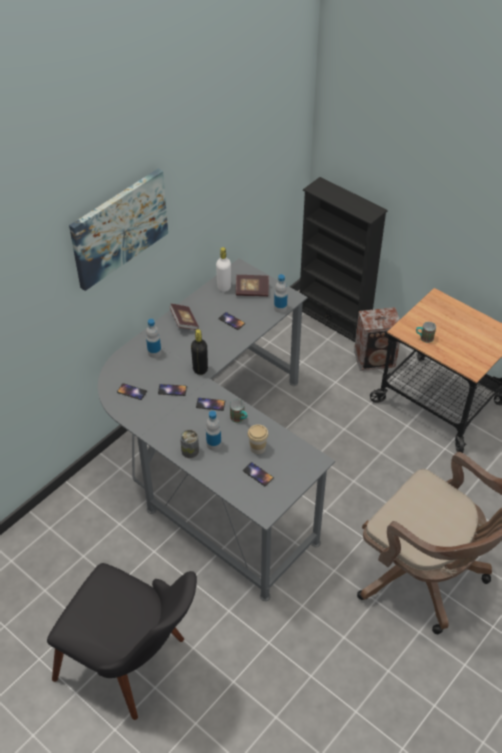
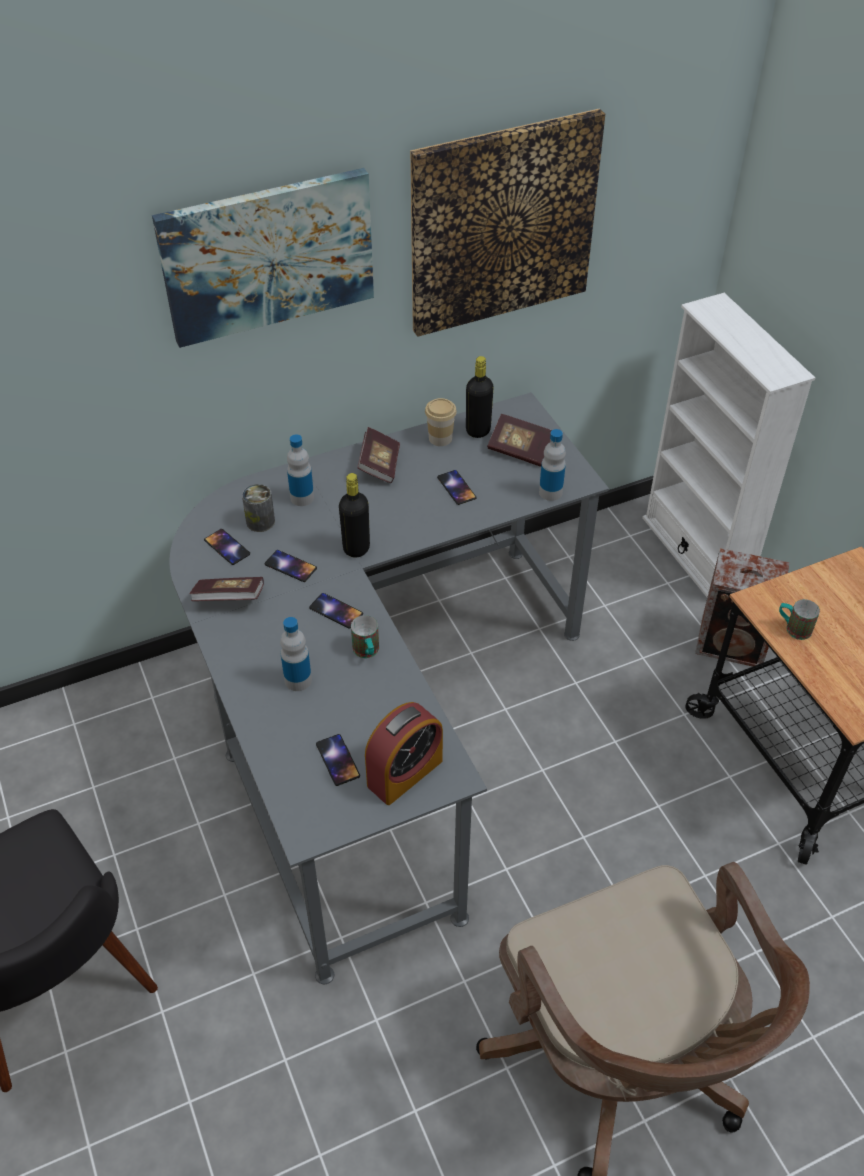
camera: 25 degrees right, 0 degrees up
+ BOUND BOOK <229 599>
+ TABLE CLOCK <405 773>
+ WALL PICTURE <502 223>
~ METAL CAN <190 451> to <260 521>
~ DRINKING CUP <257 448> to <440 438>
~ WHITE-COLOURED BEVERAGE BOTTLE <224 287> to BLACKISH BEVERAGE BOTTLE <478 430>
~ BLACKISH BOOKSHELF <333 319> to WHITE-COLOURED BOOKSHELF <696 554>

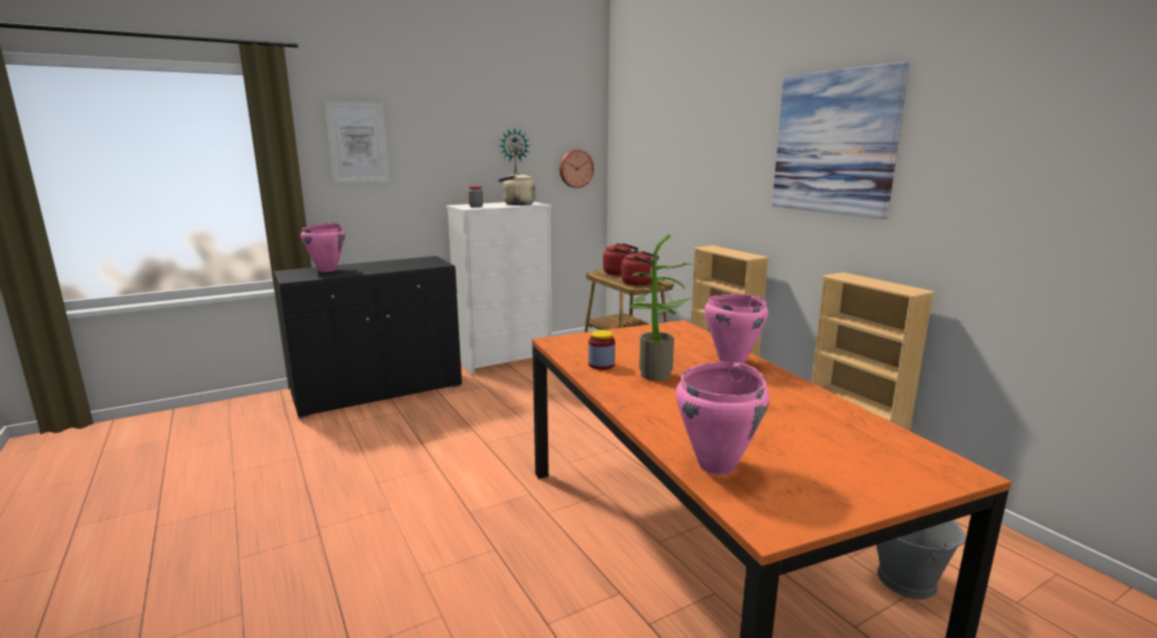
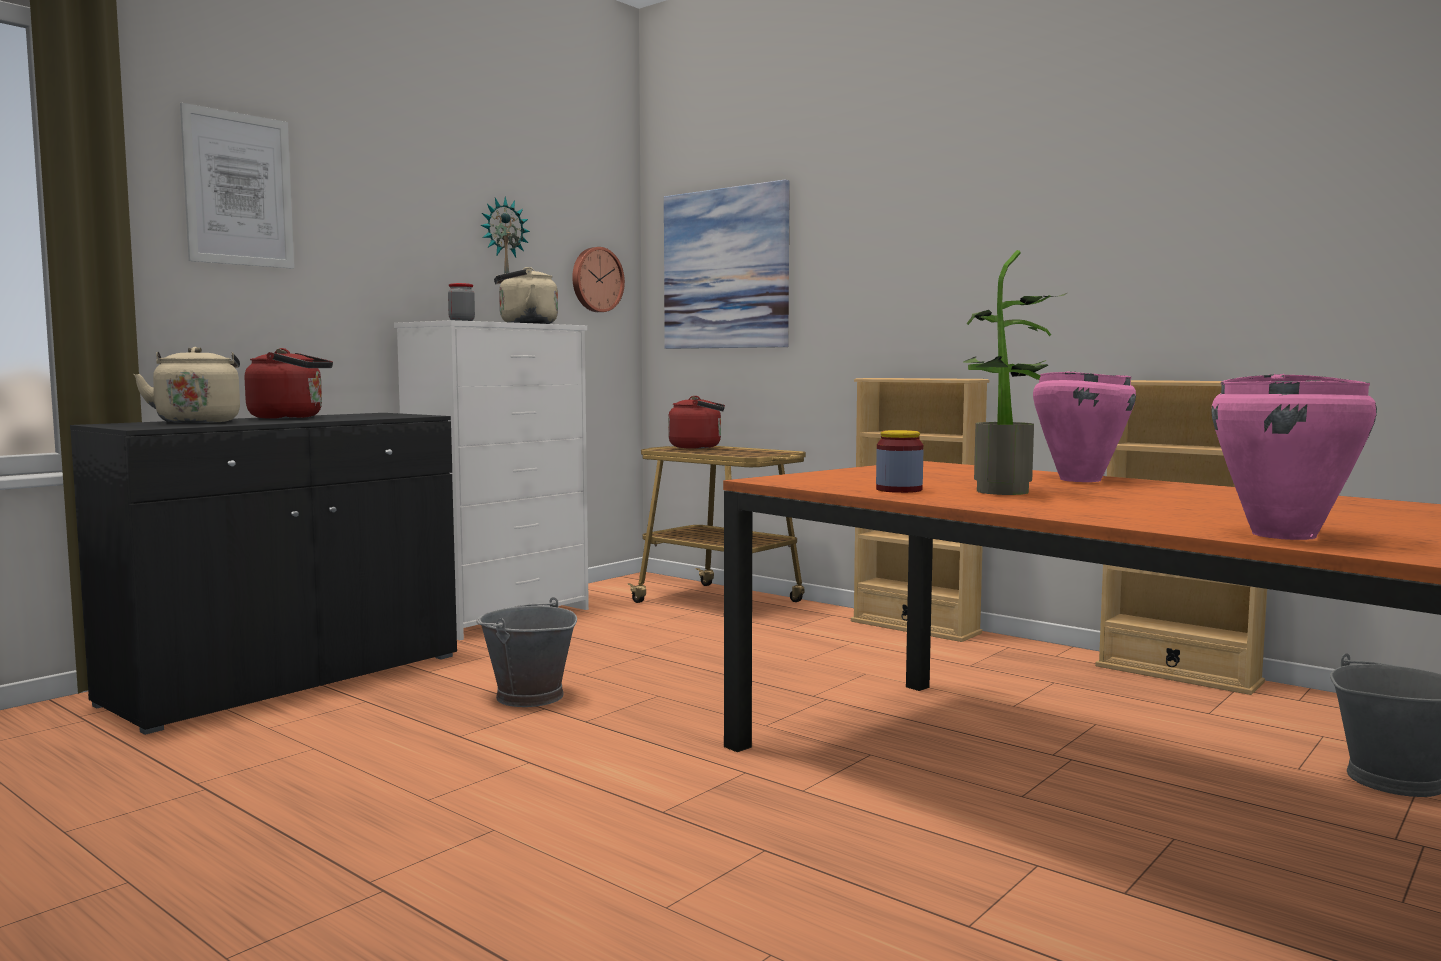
camera: 20 degrees left, 10 degrees down
+ GRAY WATER BUCKET <529 696>
~ RED WATER KETTLE <639 283> to <291 417>
~ WALL PICTURE <834 143> to <726 269>
~ PINKISH STOCKPOT <328 270> to SAND-COLOURED WATER KETTLE <198 422>

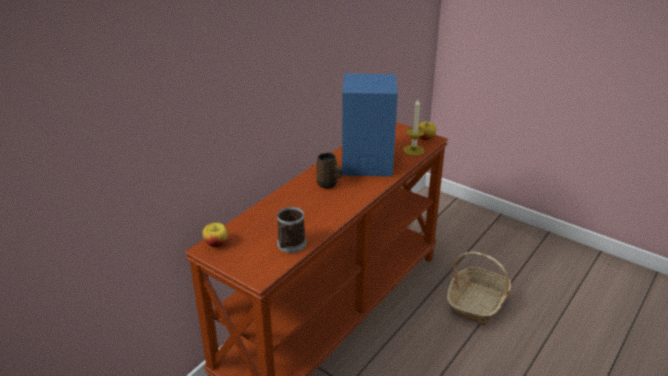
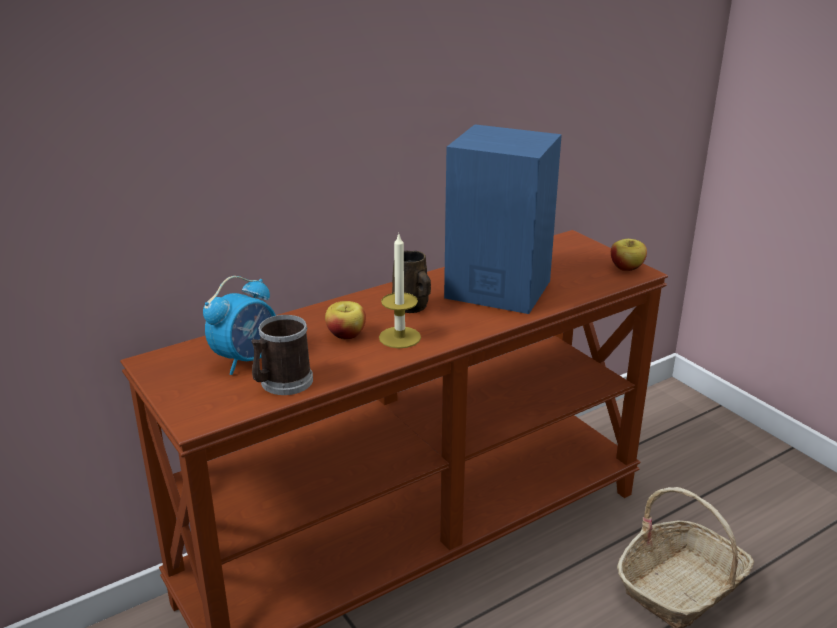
camera: 20 degrees right, 5 degrees down
+ TABLE CLOCK <246 359>
~ APPLE <216 243> to <346 335>
~ CANDLE <413 150> to <399 337>

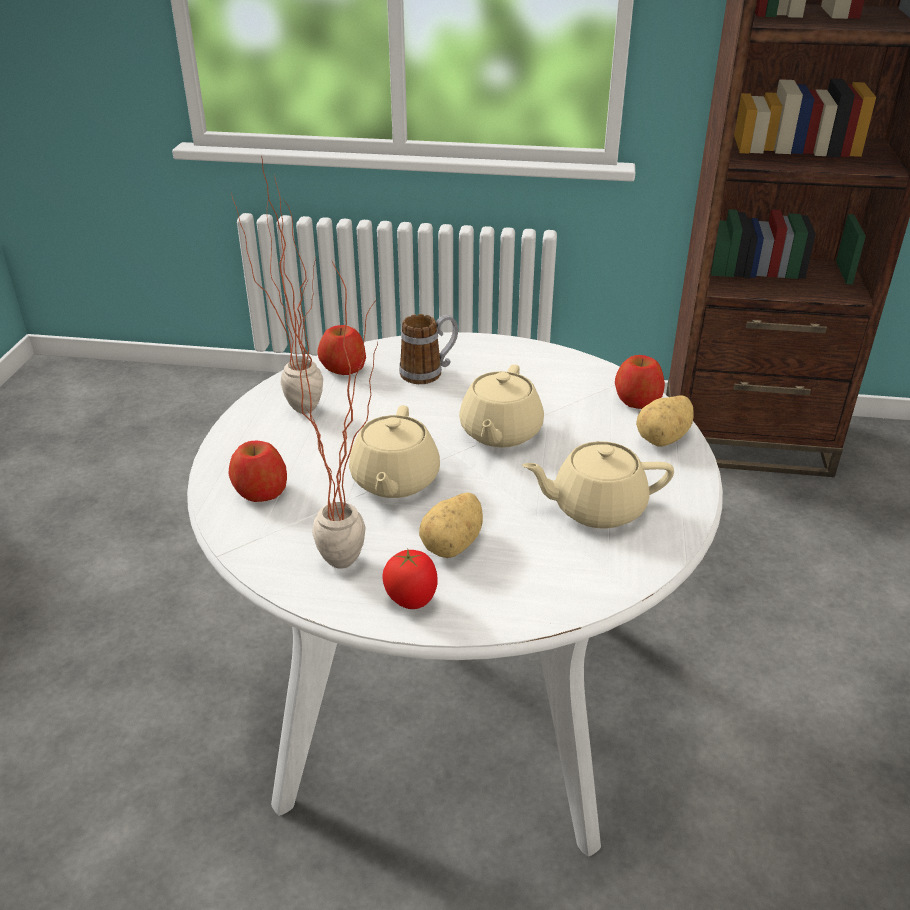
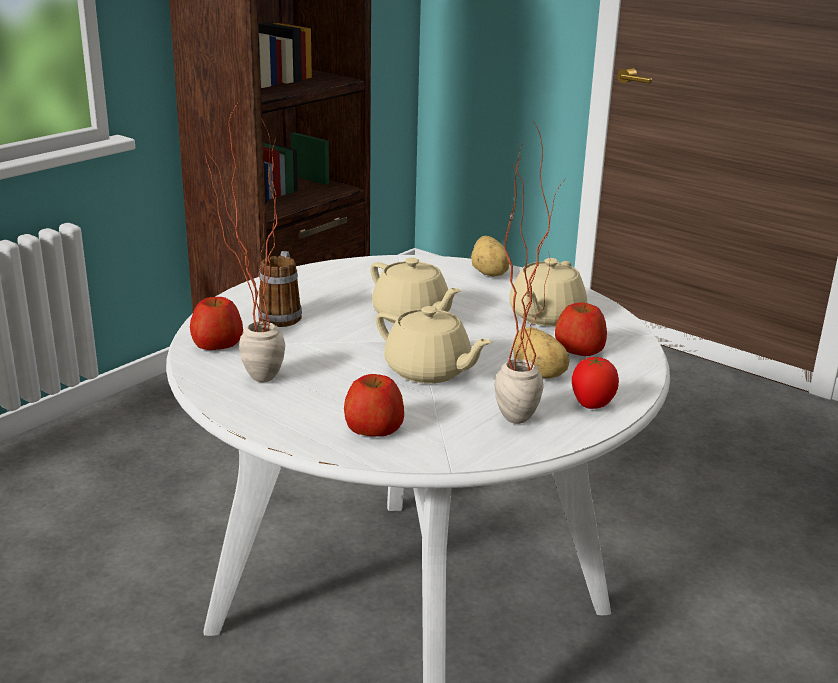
camera: 60 degrees left, 10 degrees down
~ APPLE <637 400> to <579 350>

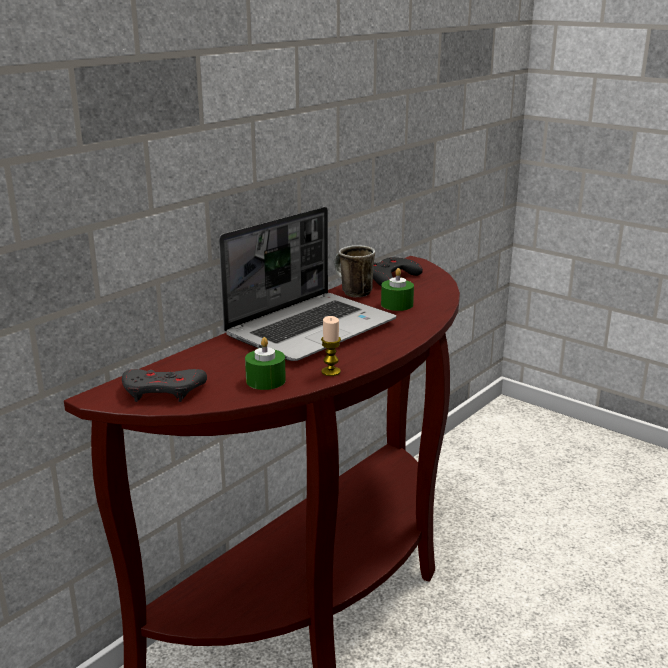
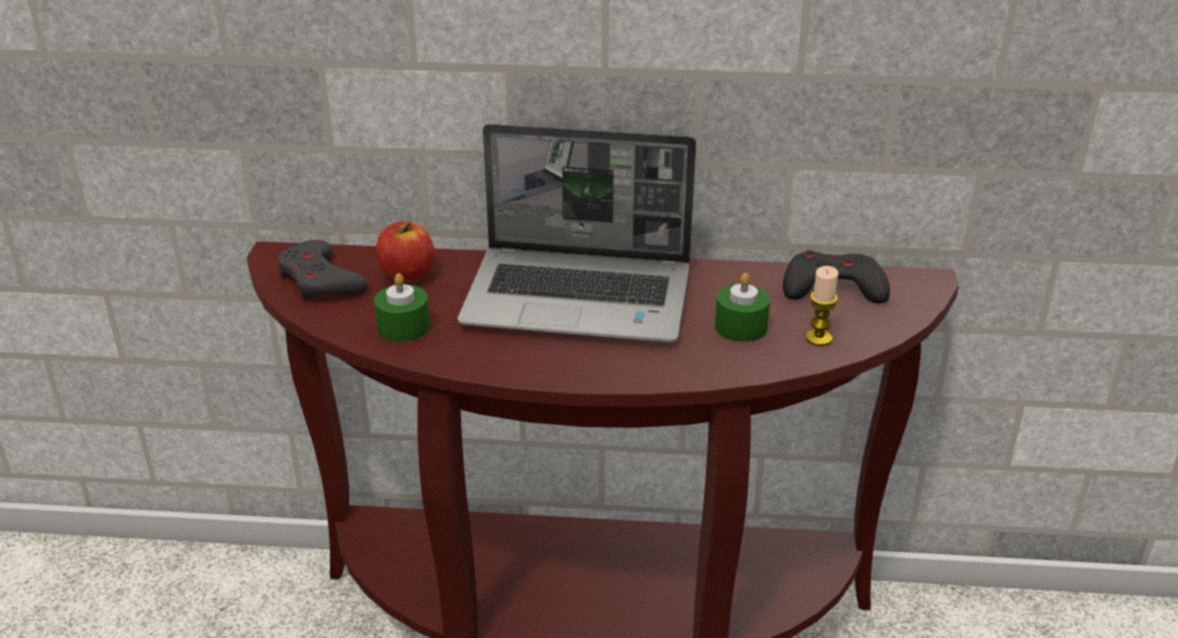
camera: 55 degrees right, 10 degrees up
- COFFEE MUG <351 292>
+ APPLE <407 274>
~ CANDLE <331 372> to <818 338>

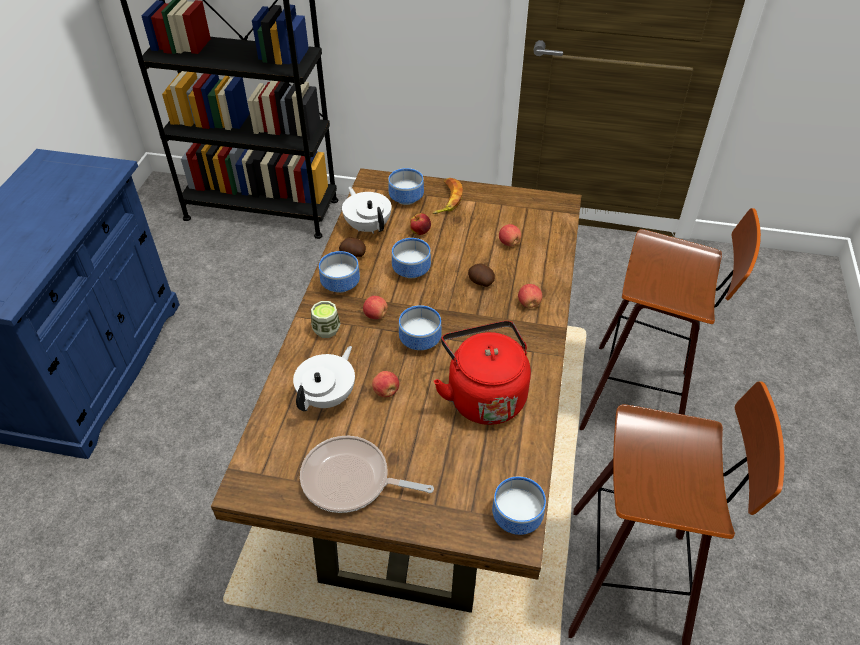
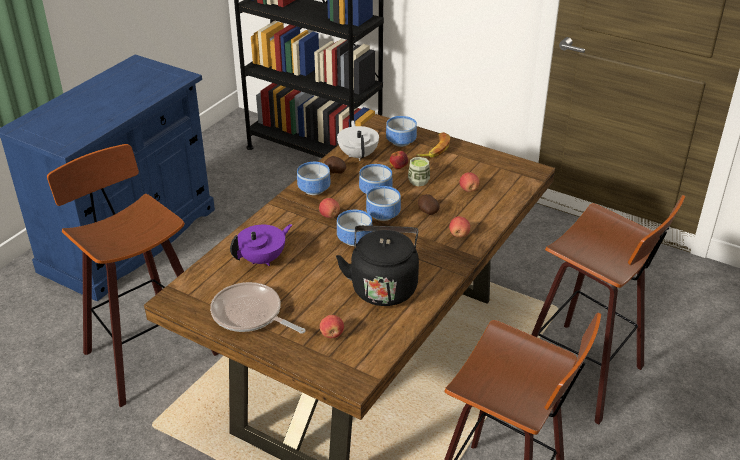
camera: 20 degrees right, 10 degrees down
+ STOOL <145 352>
~ DRINKING CUP <326 330> to <418 181>
~ APPLE <386 391> to <332 334>
~ DEEP DISH <514 517> to <381 215>
~ WHITE-COLOURED TEAPOT <328 396> to PURPLE TEAPOT <263 259>
~ RED WATER KETTLE <484 395> to BLACKISH WATER KETTLE <383 286>

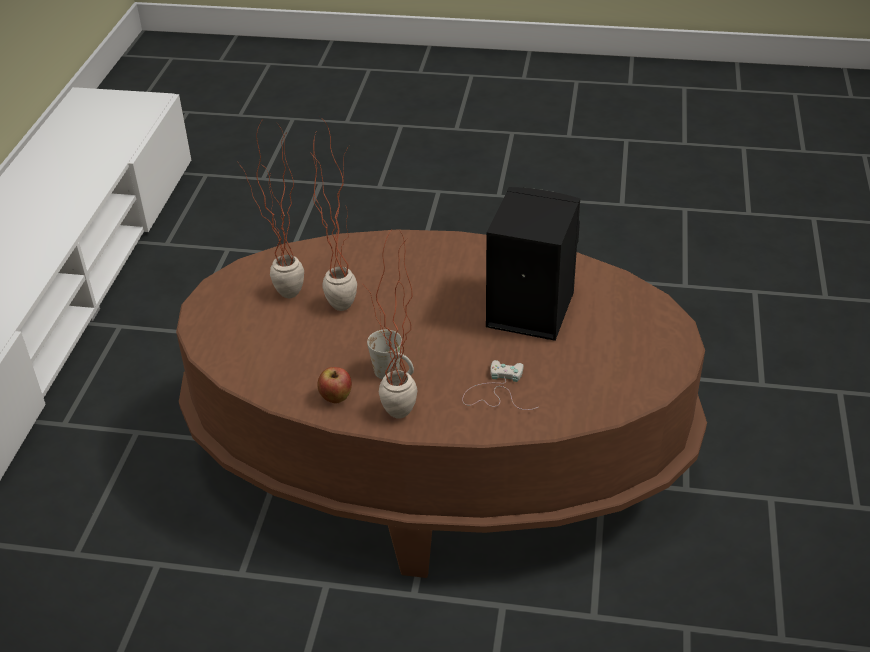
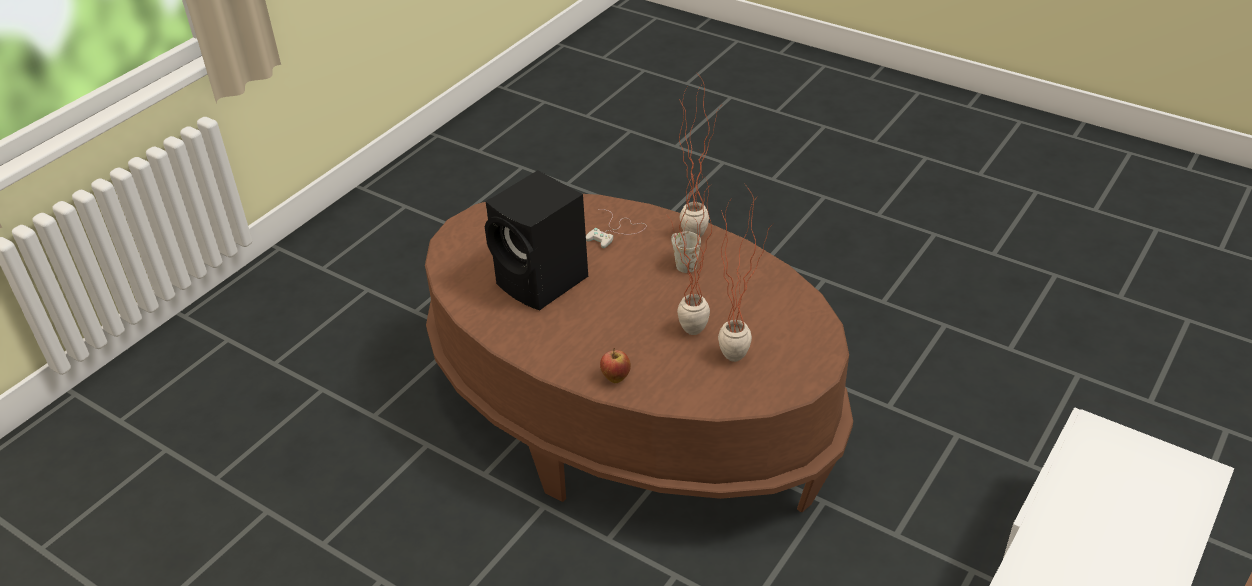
camera: 155 degrees left, 0 degrees up
~ APPLE <336 399> to <615 378>

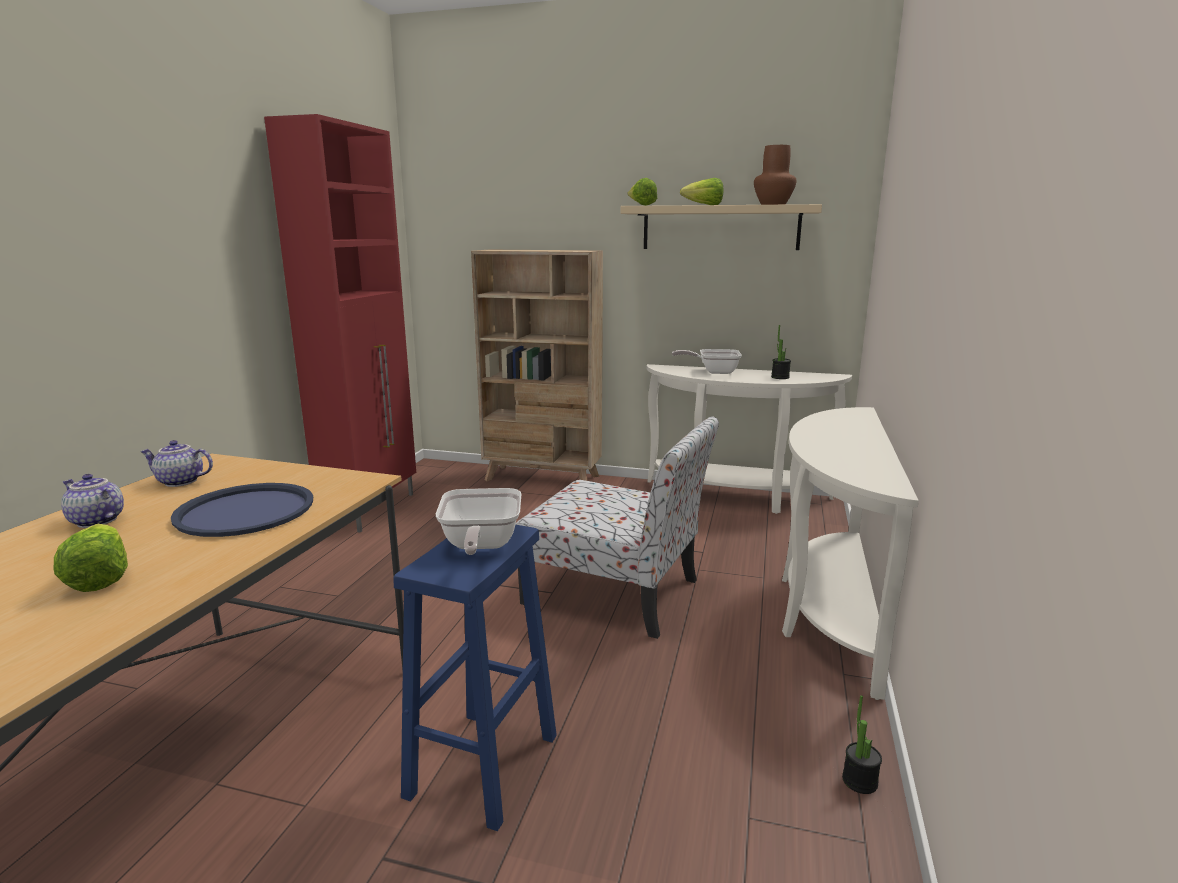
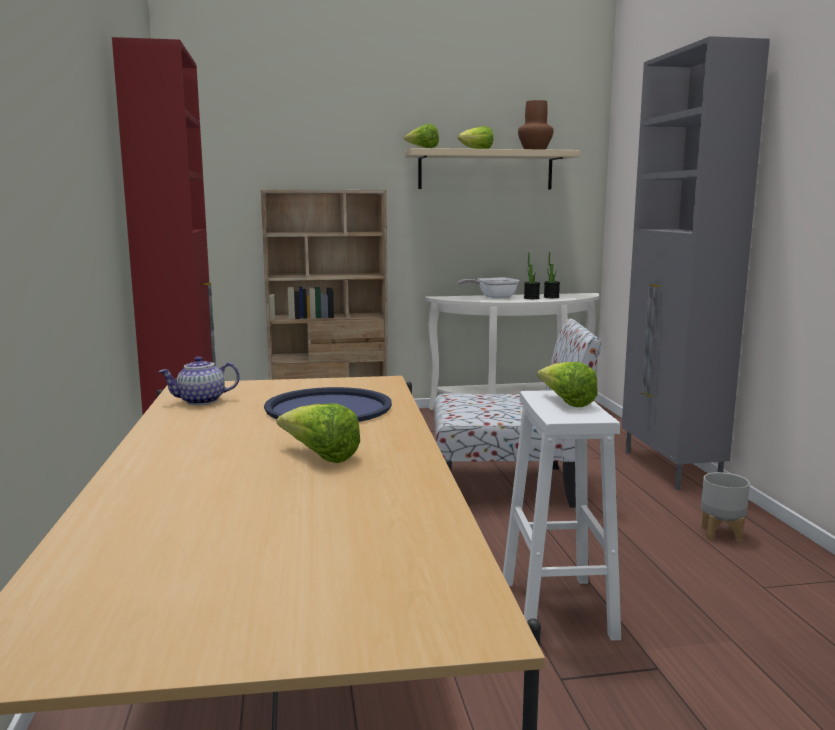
camera: 25 degrees left, 5 degrees down
- TEAPOT <95 521>
+ GRAY PLANTER <722 534>
~ PLANT IN A POT <859 781> to <531 298>
~ PAN <479 546> to HEAD OF LETTUCE <566 402>
~ WHITE-COLOURED HALL TABLE <827 610> to GRAY CUPBOARD <670 469>
~ BLUISH STOOL <482 767> to WHITE-COLOURED STOOL <558 610>

